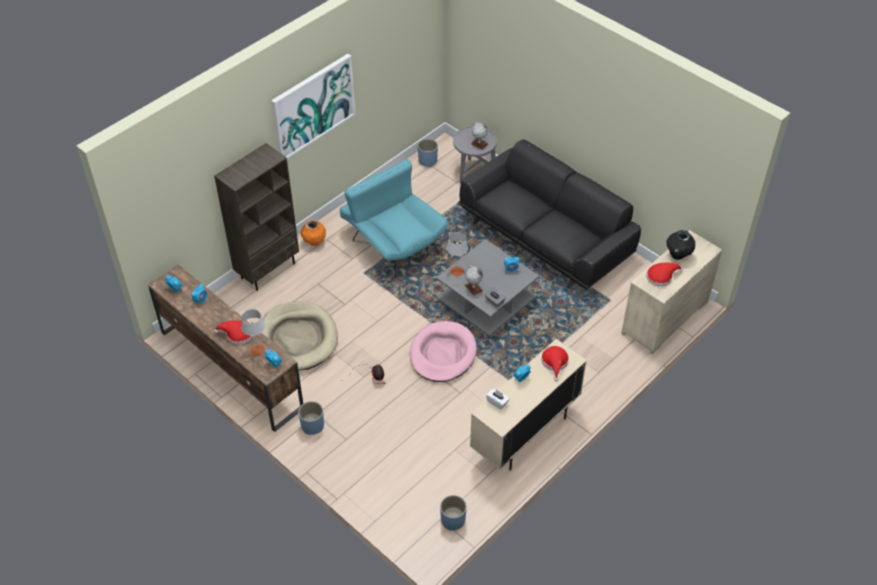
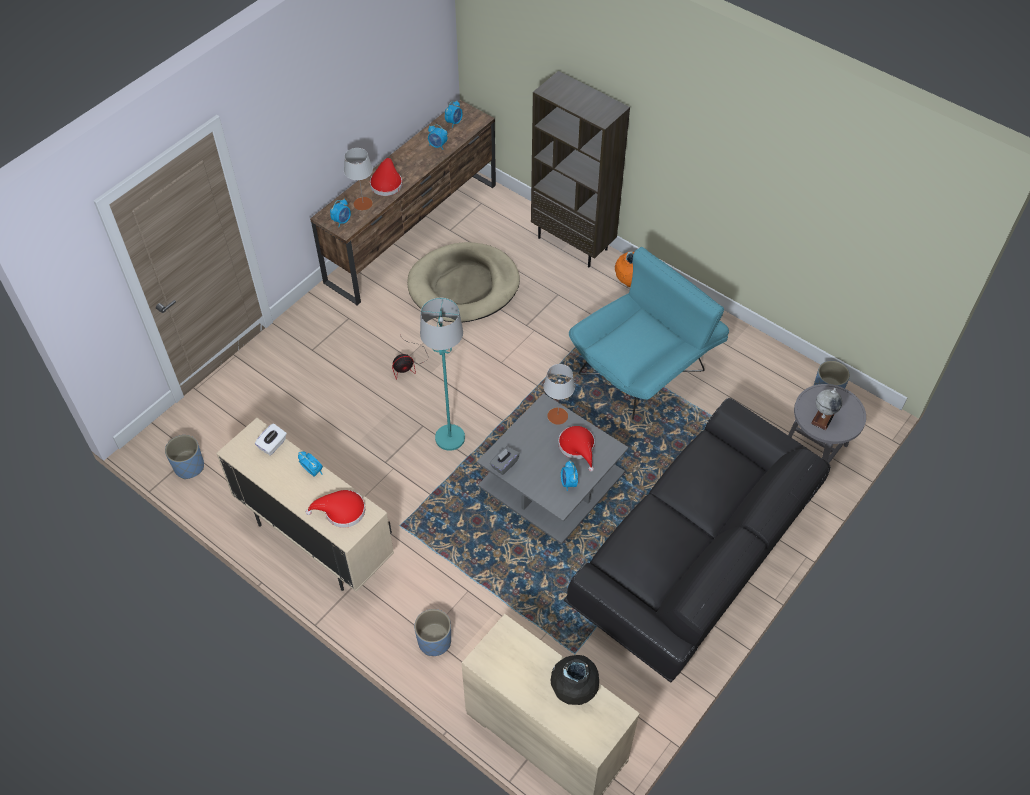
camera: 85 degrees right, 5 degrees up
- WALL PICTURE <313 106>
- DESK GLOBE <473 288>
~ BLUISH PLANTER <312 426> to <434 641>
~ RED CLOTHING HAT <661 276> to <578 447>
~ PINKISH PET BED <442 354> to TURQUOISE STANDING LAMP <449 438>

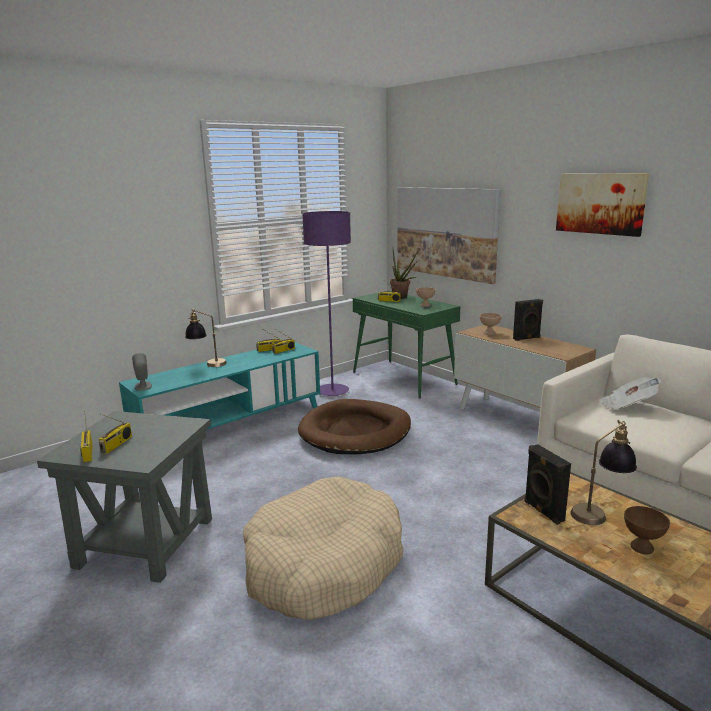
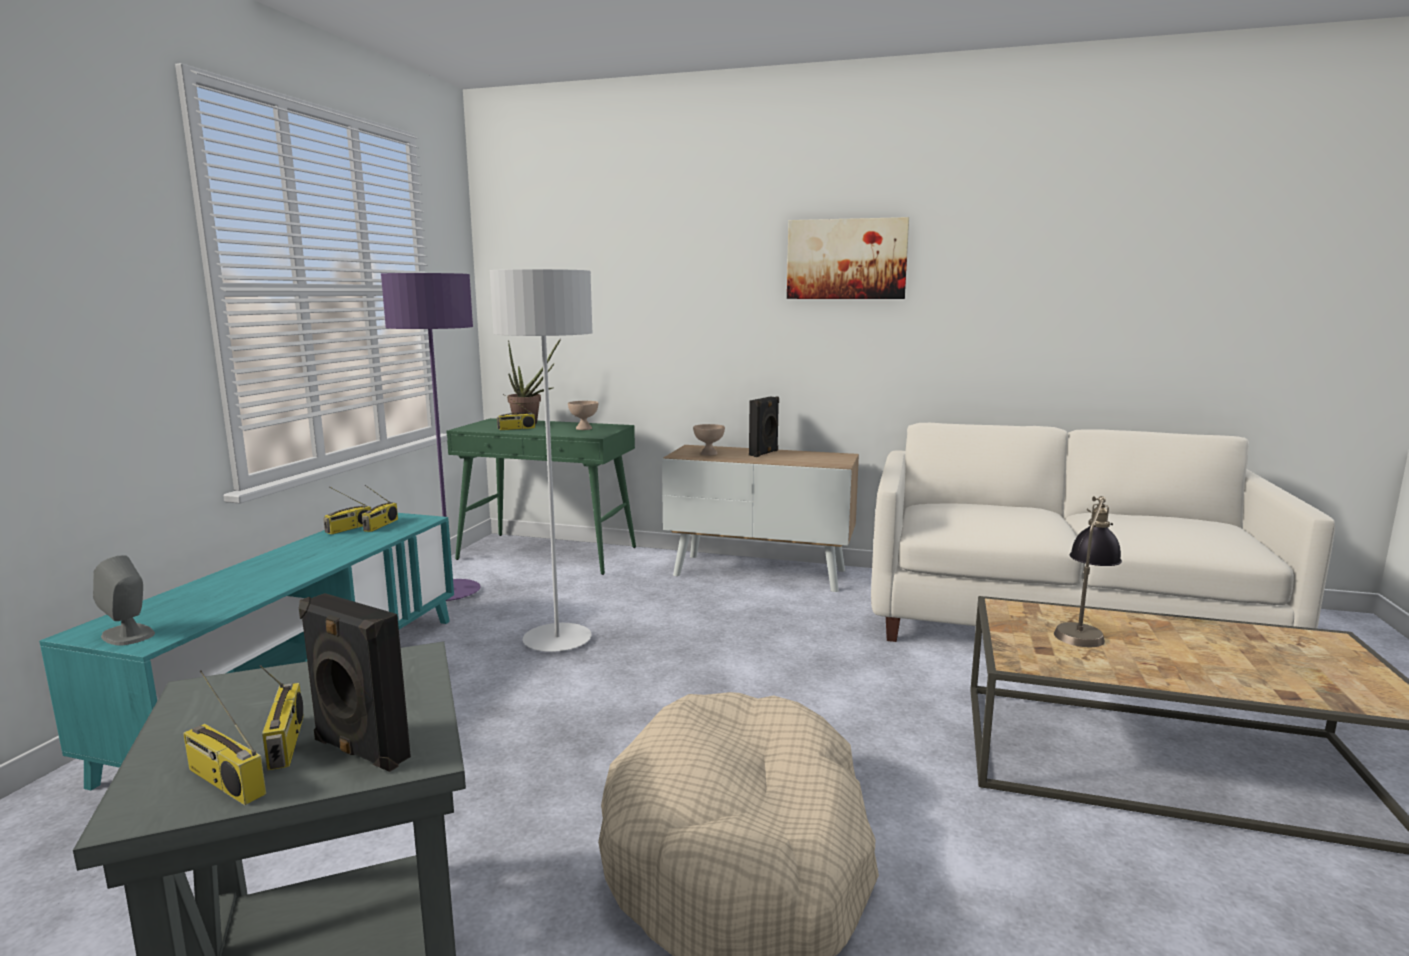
camera: 35 degrees left, 5 degrees down
- LAMP FOR A TABLE <207 364>
- WALL PICTURE <445 232>
- DAILY PAPER <627 406>
- BROWN DEEP DISH <641 548>
~ BLACKISH LOUDSPEAKER <542 511> to <359 751>
~ BROWN PET BED <355 431> to GRAY STANDING LAMP <557 641>

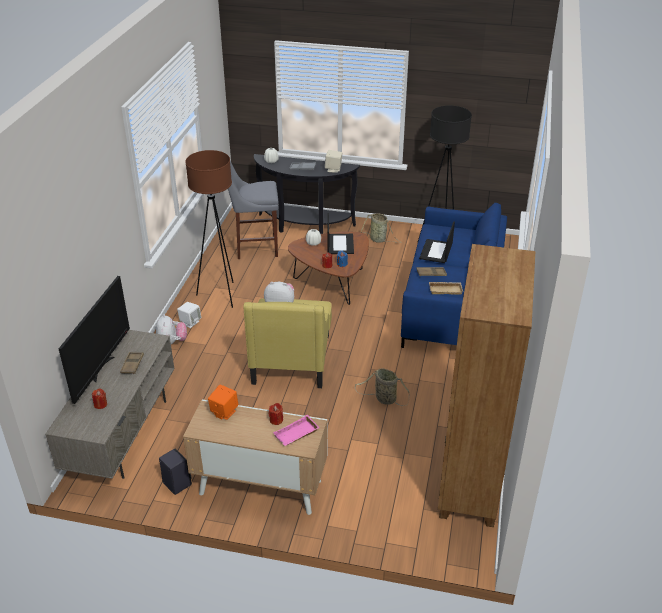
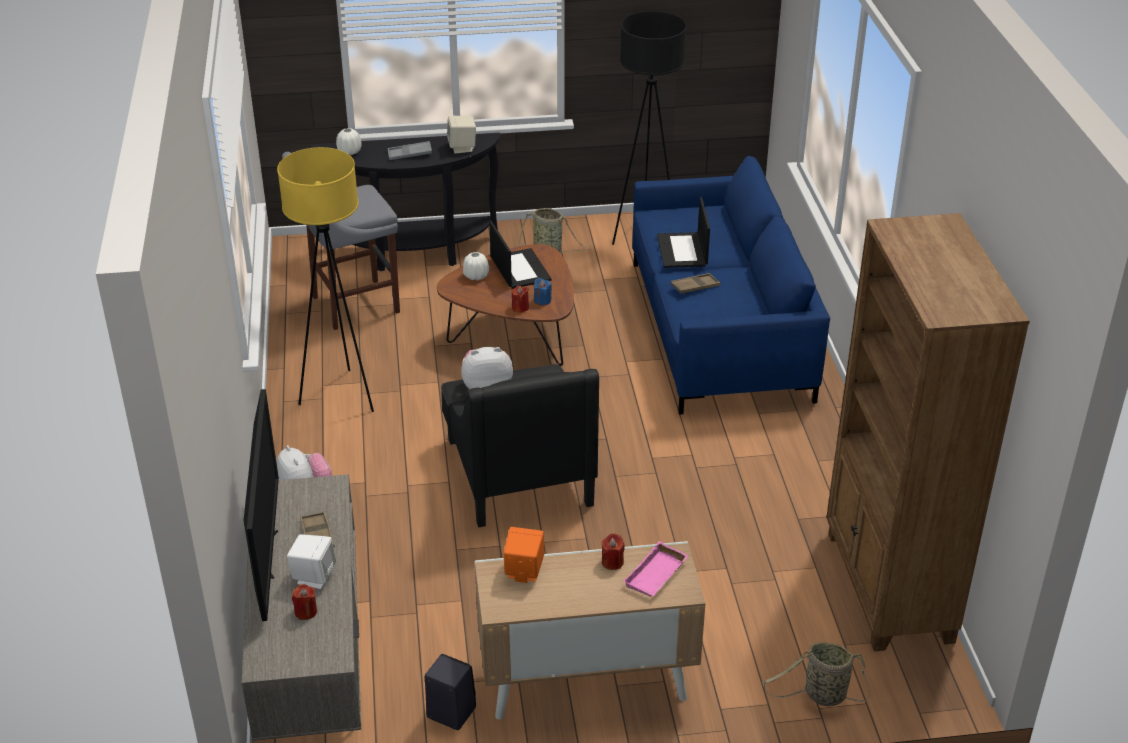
camera: 20 degrees left, 0 degrees up
- SAND-COLOURED TRAY <445 289>
~ WHITE-COLOURED LOUDSPEAKER <190 322> to <314 576>
~ HOUSEHOLD BASKET <384 399> to <822 695>
~ BROWN STANDING LAMP <220 295> to YELLOWISH STANDING LAMP <341 396>
~ YELLOWISH LOUNGE CHAIR <291 358> to BLACKISH LOUNGE CHAIR <518 471>

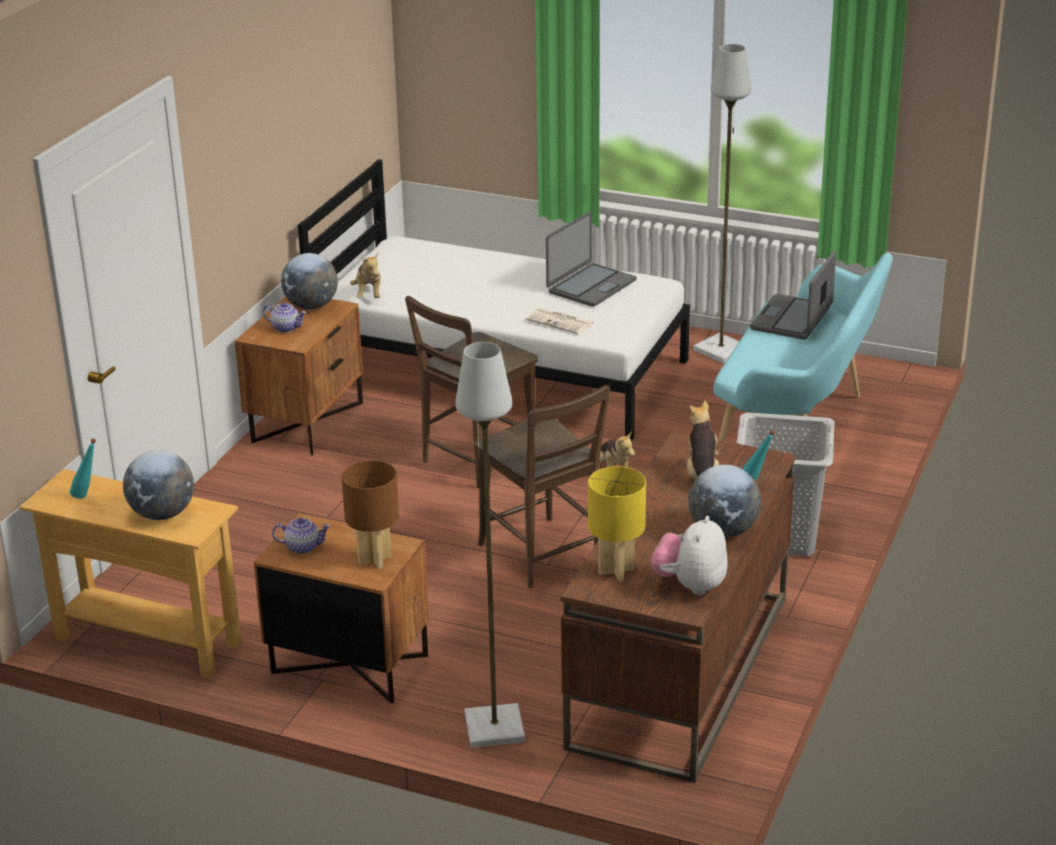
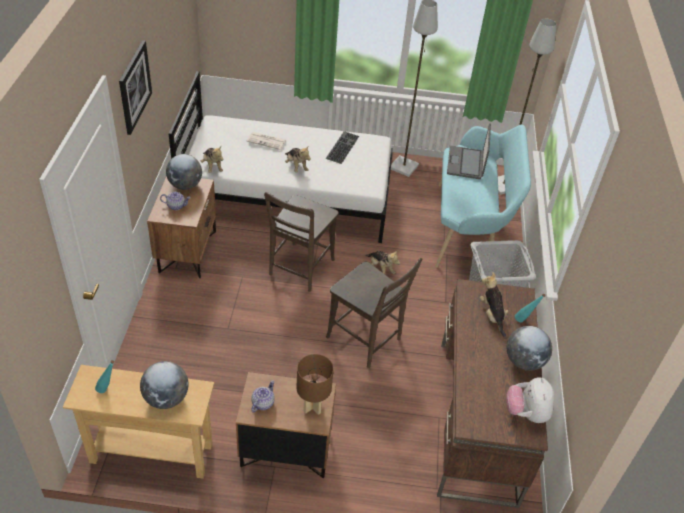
camera: 20 degrees left, 15 degrees up
- YELLOWISH LAMP FOR A TABLE <615 571>
+ WALL PICTURE <134 87>
+ SOFT TOY <296 166>
~ GRAY STANDING LAMP <493 729> to <503 186>
~ DAILY PAPER <561 322> to <267 141>
~ LAPTOP <590 286> to COMPUTER KEYBOARD <342 147>
~ TEAPOT <303 547> = <262 403> 45 degrees counterclockwise

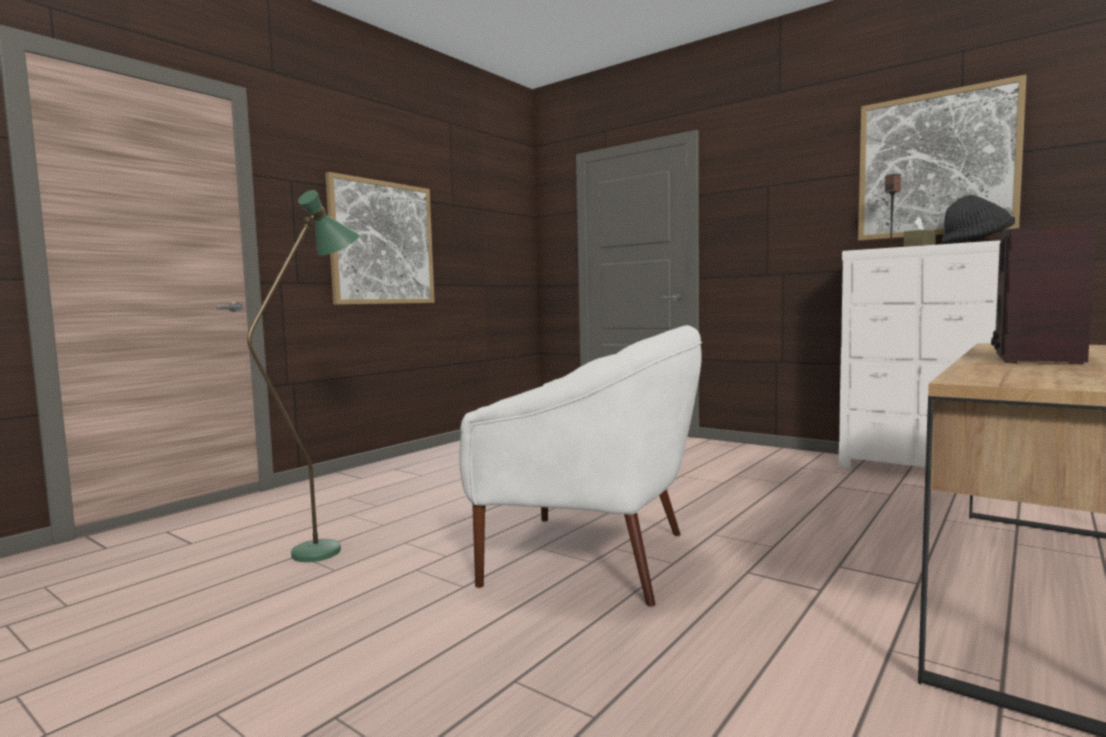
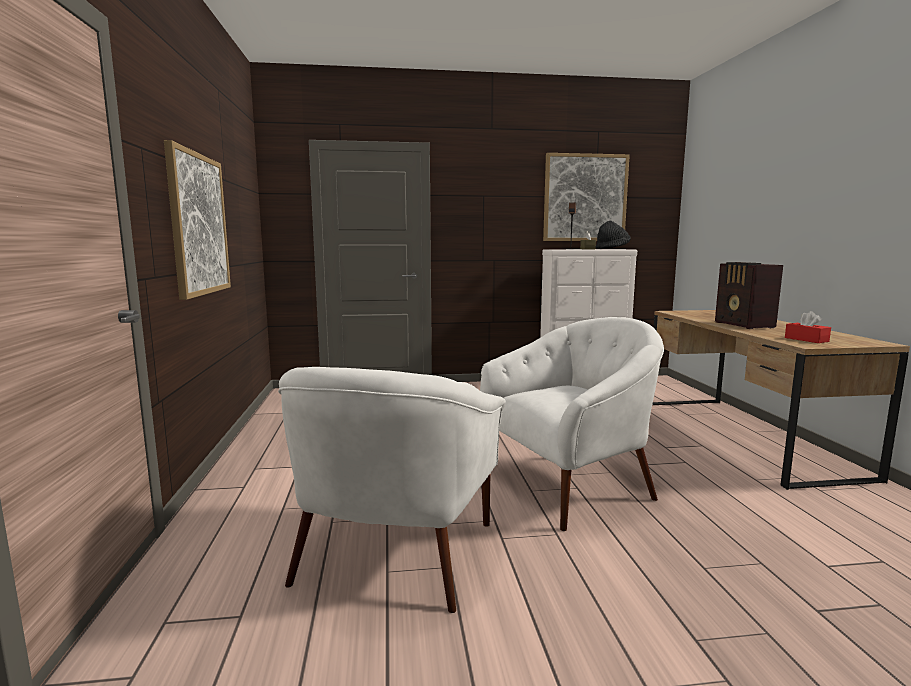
camera: 45 degrees left, 5 degrees up
+ RED BOX OF TISSUES <806 339>
~ GREEN STANDING LAMP <330 546> to WHITE-COLOURED LOUNGE CHAIR <393 552>

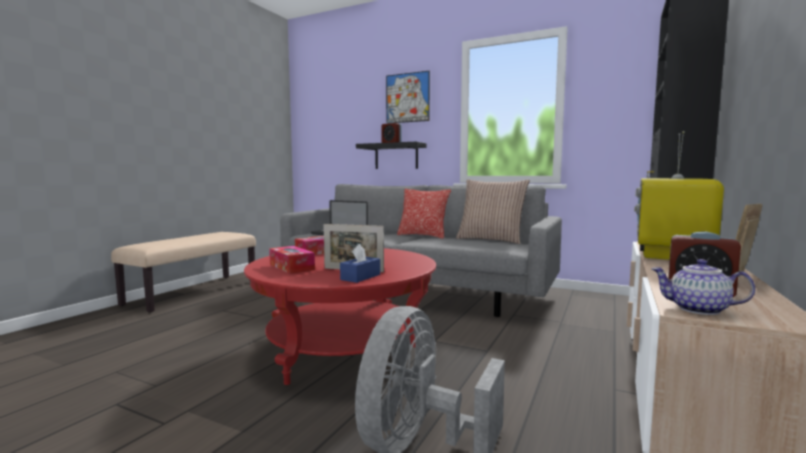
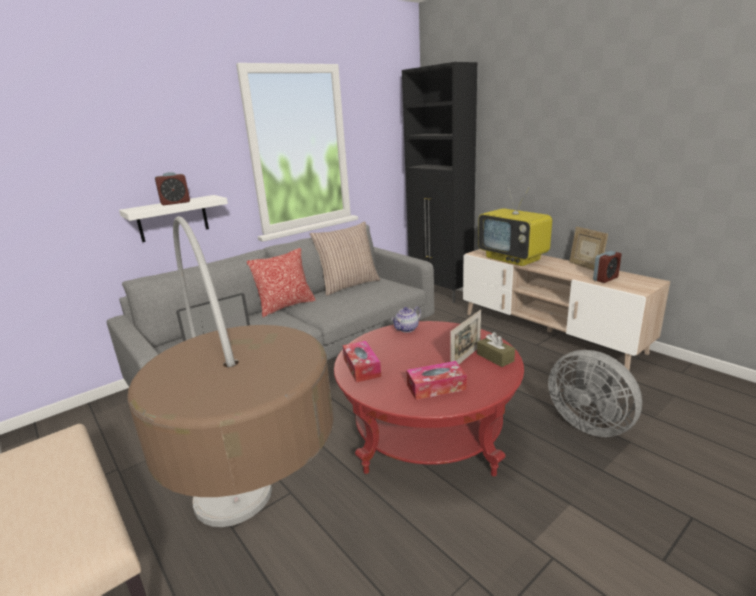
camera: 65 degrees left, 15 degrees up
- WALL PICTURE <407 97>
+ STANDING LAMP <262 579>
~ TEAPOT <698 310> to <407 329>
~ BLUISH BOX OF TISSUES <360 277> to BROWN BOX OF TISSUES <495 357>
~ BLACKISH SHELF <396 156> to WHITE-COLOURED SHELF <173 218>

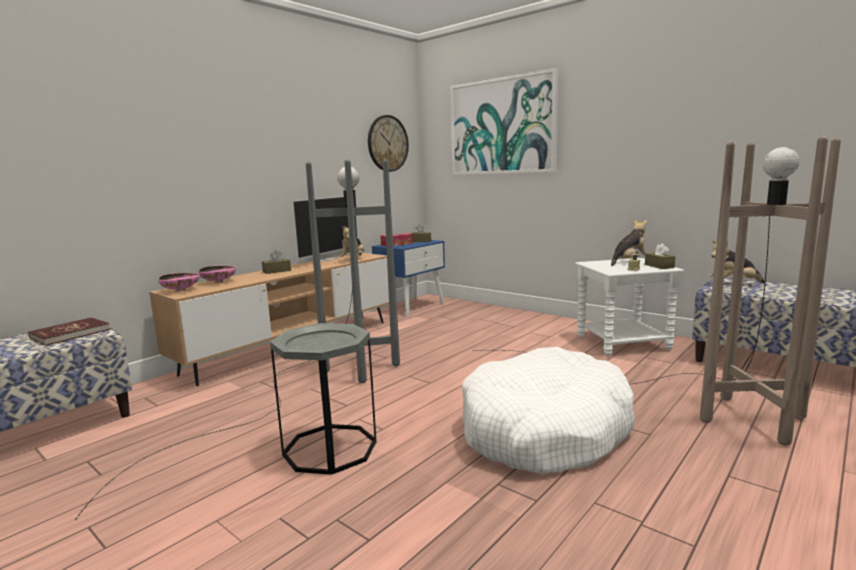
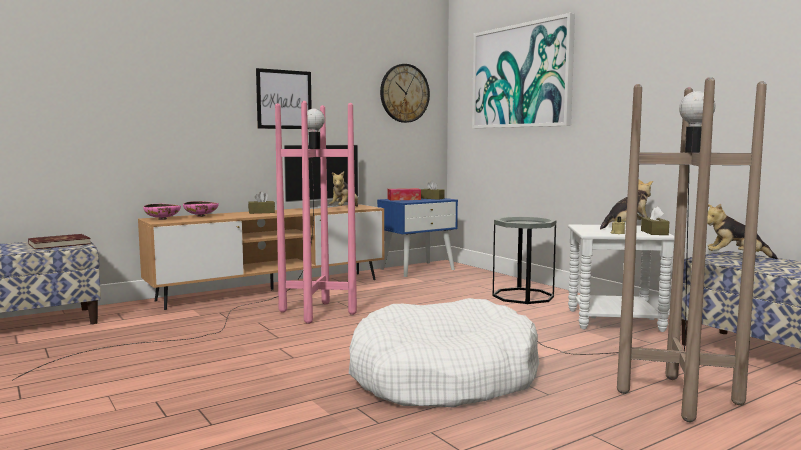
camera: 15 degrees right, 5 degrees down
+ WALL PICTURE <284 99>
~ GRAY ACCENT TABLE <330 448> to <523 296>
~ GRAY STANDING LAMP <308 389> to PINKISH STANDING LAMP <256 322>

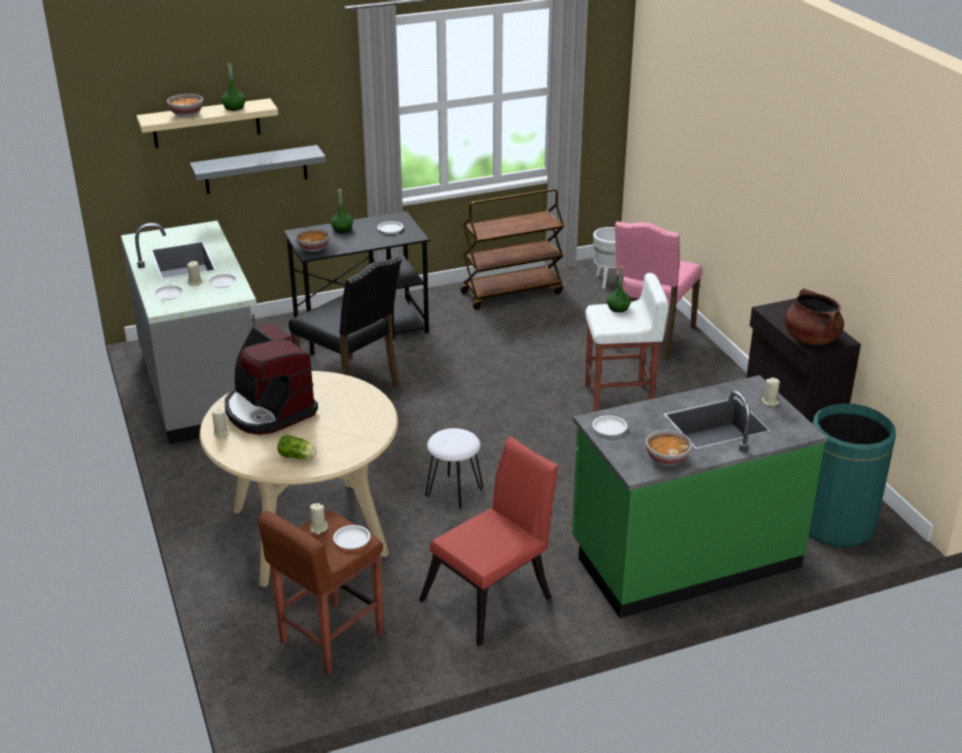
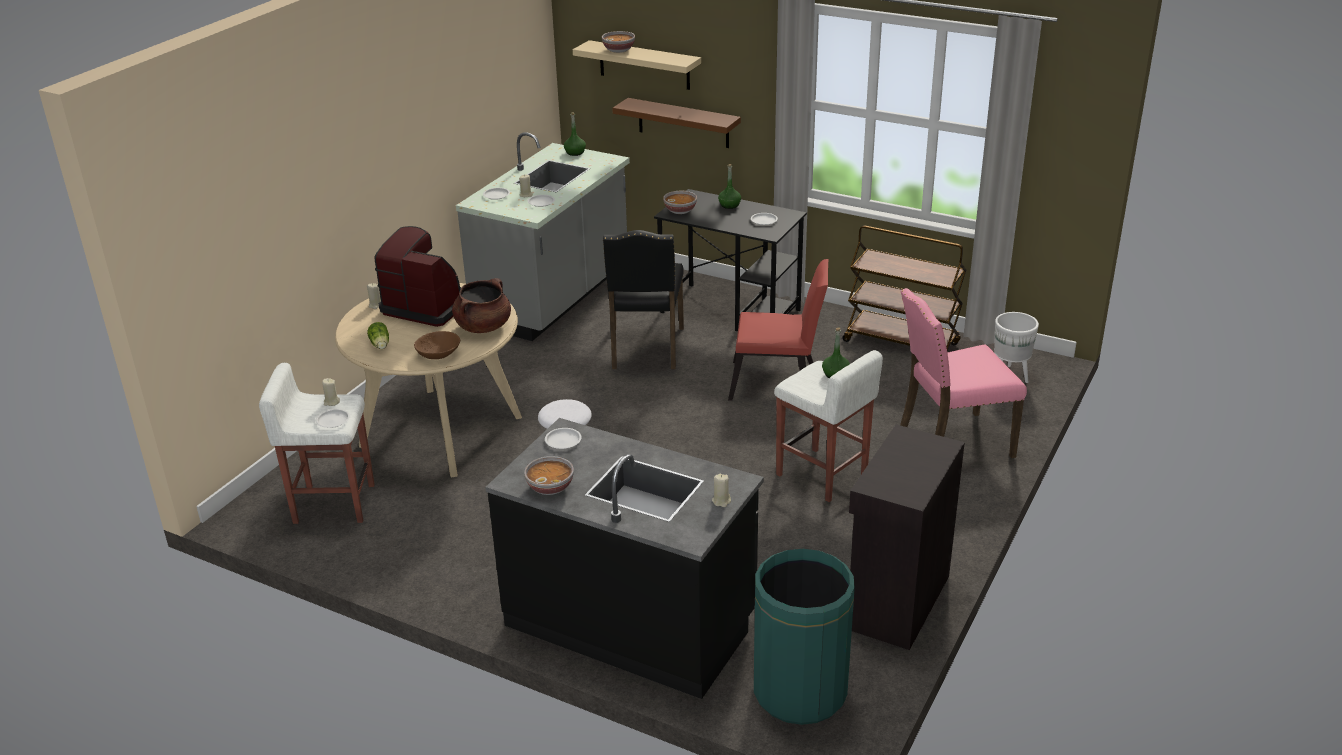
camera: 50 degrees right, 0 degrees up
+ BROWN DEEP DISH <438 353>
~ GREEN BEVERAGE BOTTLE <234 107> to <575 152>
~ RED PLAIN CHAIR <493 596> to <779 383>
~ BROWN STOCKPOT <810 338> to <483 327>
~ GRAY SHELF <256 169> to BROWN SHELF <683 123>
~ BROWN STOOL <330 638> to WHITE-COLOURED STOOL <333 503>
~ GREEN KITCHEN COUNTER <684 556> to BLACKISH KITCHEN COUNTER <631 621>
~ COFFEE MACHINE <268 410> = <426 306> 105 degrees clockwise

